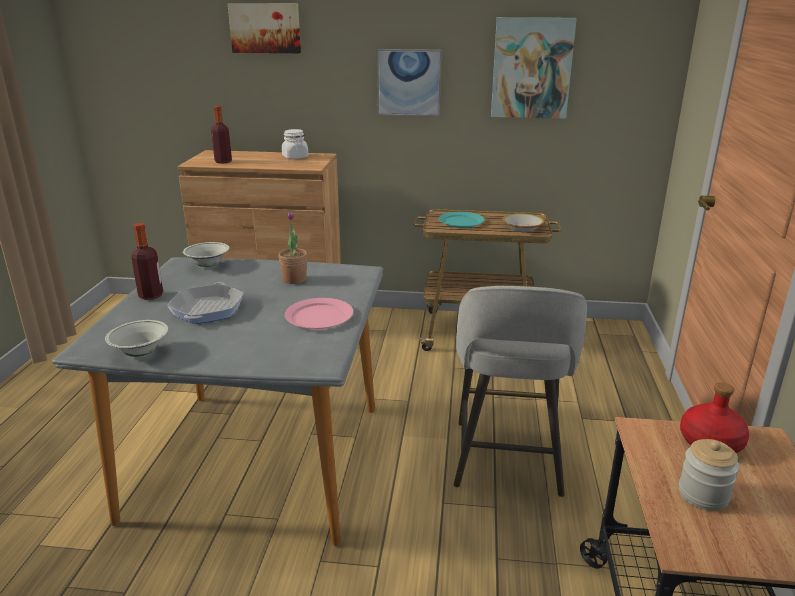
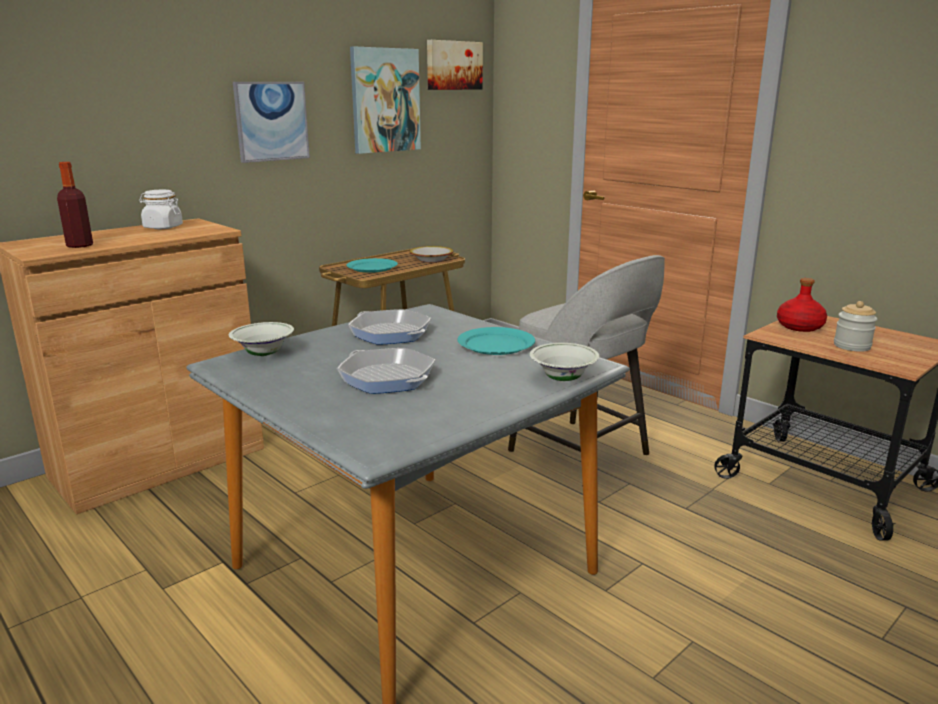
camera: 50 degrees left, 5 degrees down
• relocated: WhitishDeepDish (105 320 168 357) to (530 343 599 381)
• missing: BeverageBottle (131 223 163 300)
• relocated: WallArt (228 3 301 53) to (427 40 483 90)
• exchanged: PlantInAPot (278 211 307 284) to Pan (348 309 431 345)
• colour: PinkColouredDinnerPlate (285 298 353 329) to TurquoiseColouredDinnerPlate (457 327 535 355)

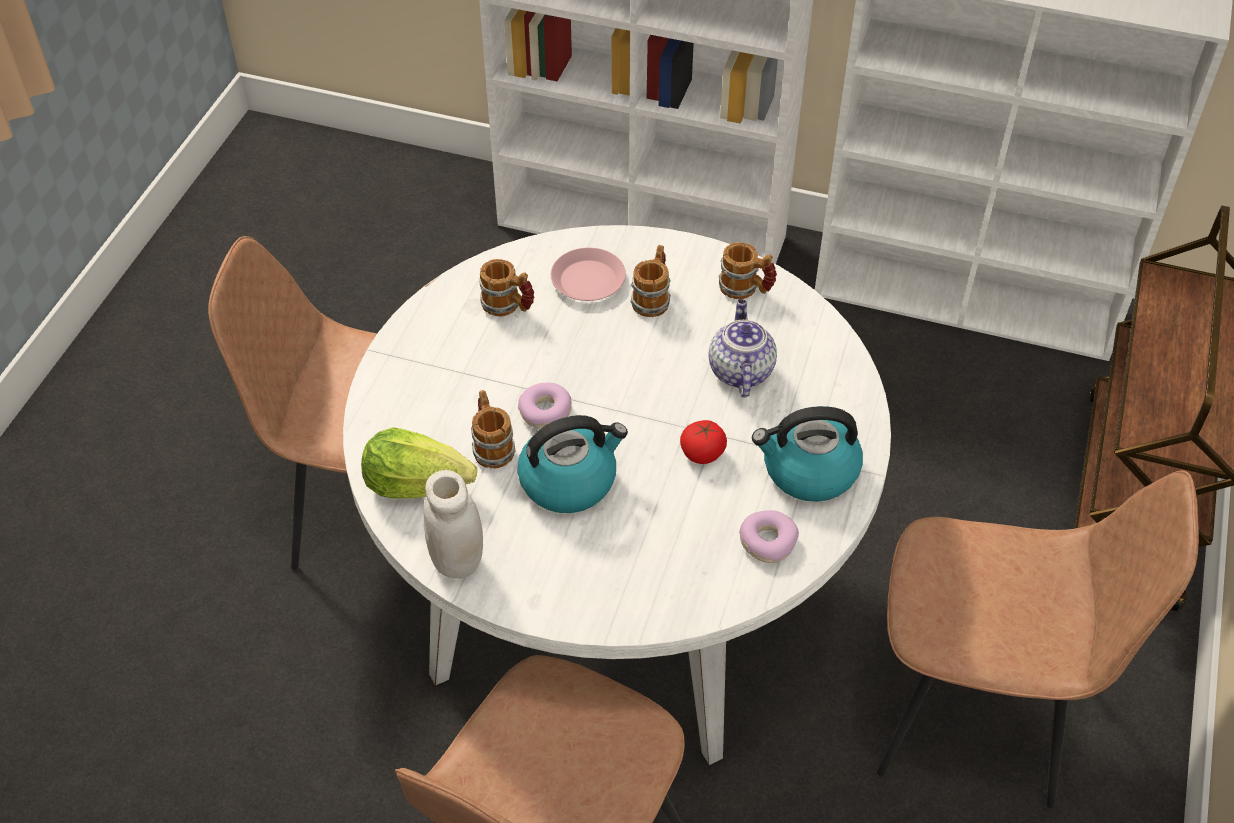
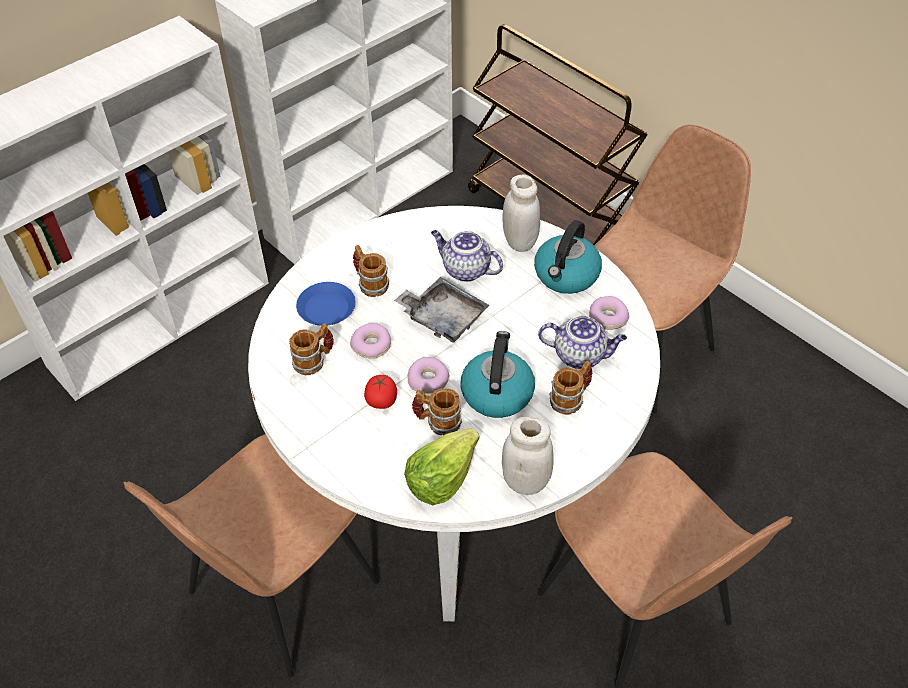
camera: 60 degrees left, 0 degrees up
• colour: PinkColouredDinnerPlate (551 248 626 301) to BlueColouredDinnerPlate (296 282 356 326)
• relocated: FreshTomato (680 420 727 464) to (364 375 397 409)
• relocated: TeaMug (719 242 777 299) to (550 361 592 415)
• appeared: Doughnut (350 323 391 359)
• appeared: GrayServingTray (394 277 490 343)
• appeared: WhitishStorageJar (503 175 540 252)
• appeared: Teapot (538 316 627 369)

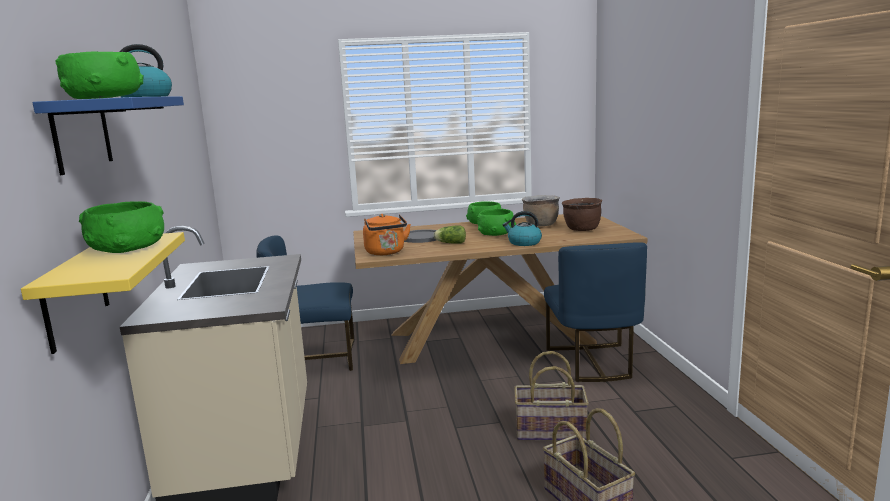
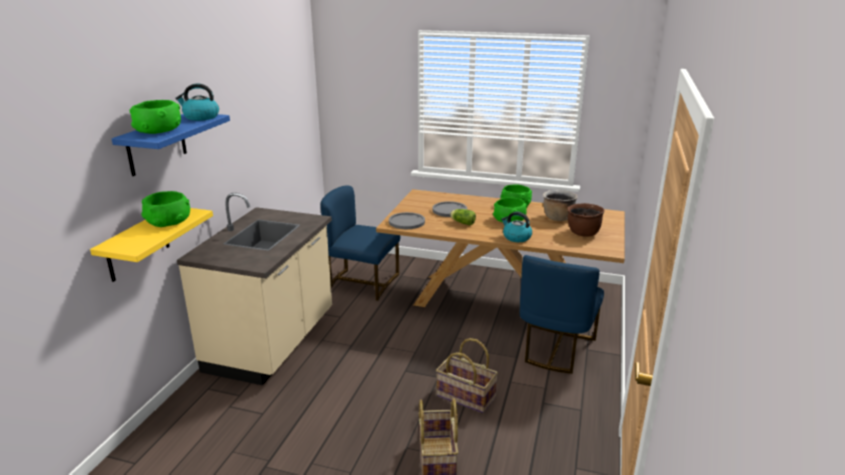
camera: 25 degrees right, 10 degrees up
• exchanged: OrangeKettle (363 214 411 255) to GrayDinnerPlate (389 212 425 229)

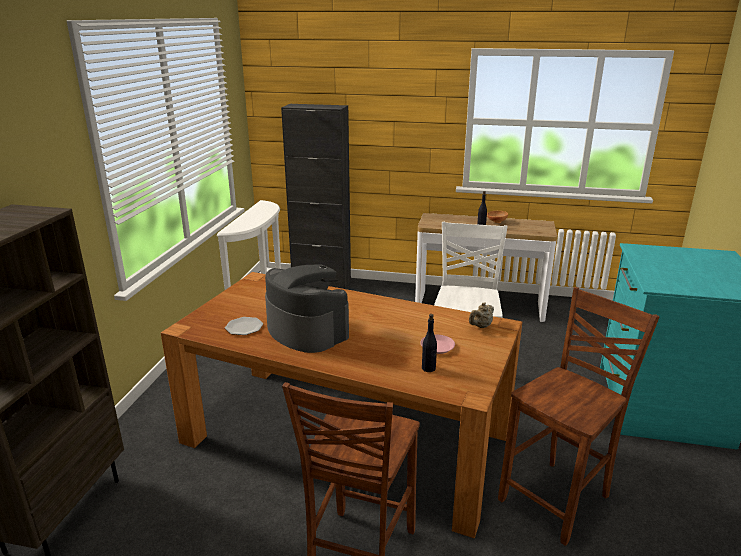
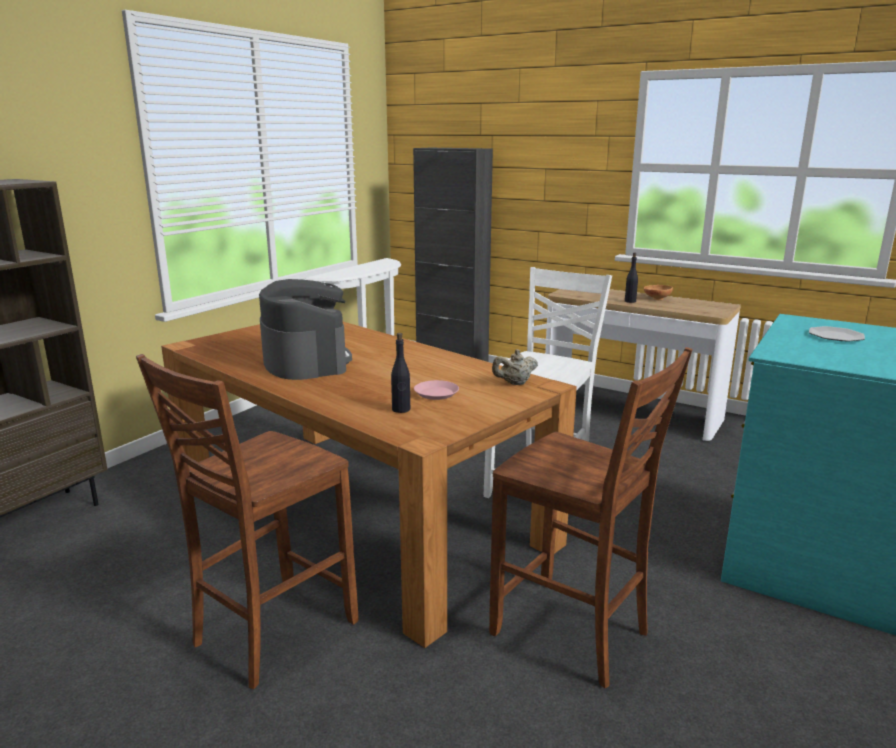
camera: 20 degrees right, 5 degrees down
• relocated: DinnerPlate (225 317 263 335) to (809 326 865 342)
• spun: BrownishPlainChair (498 287 660 546) = (489 347 693 688) 60 degrees clockwise

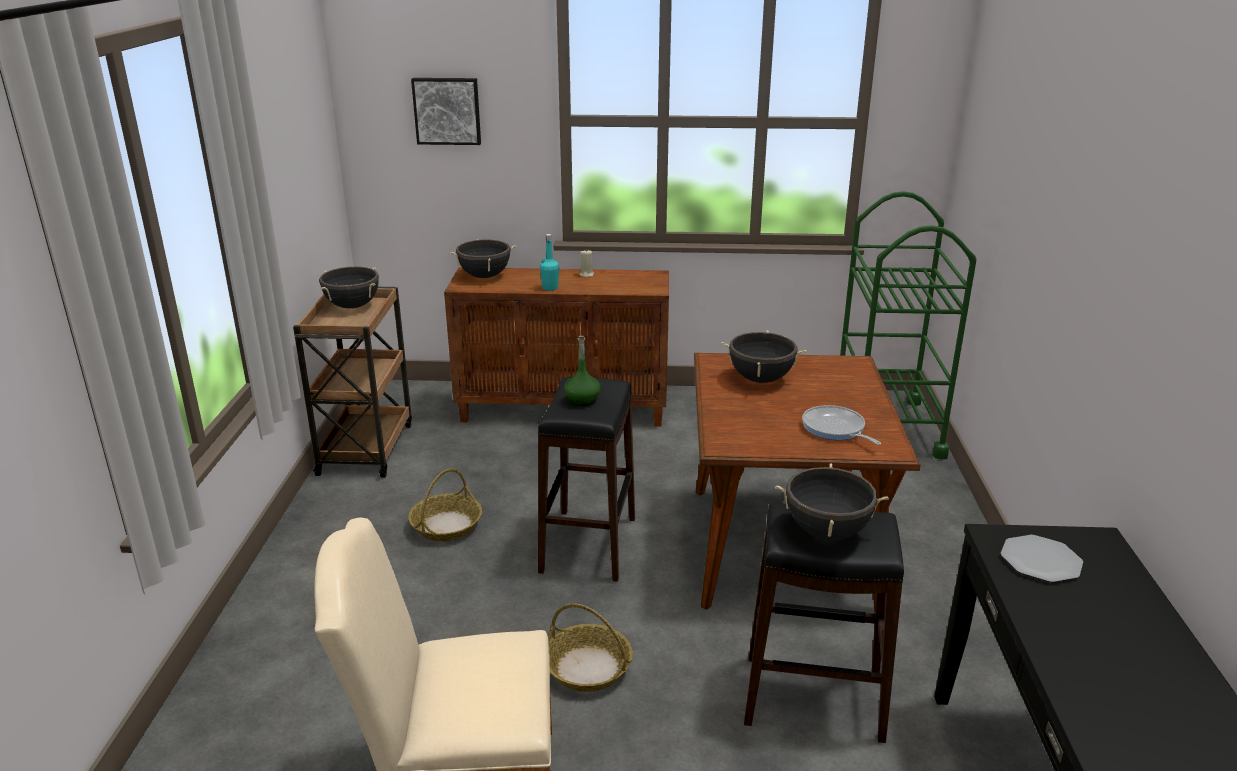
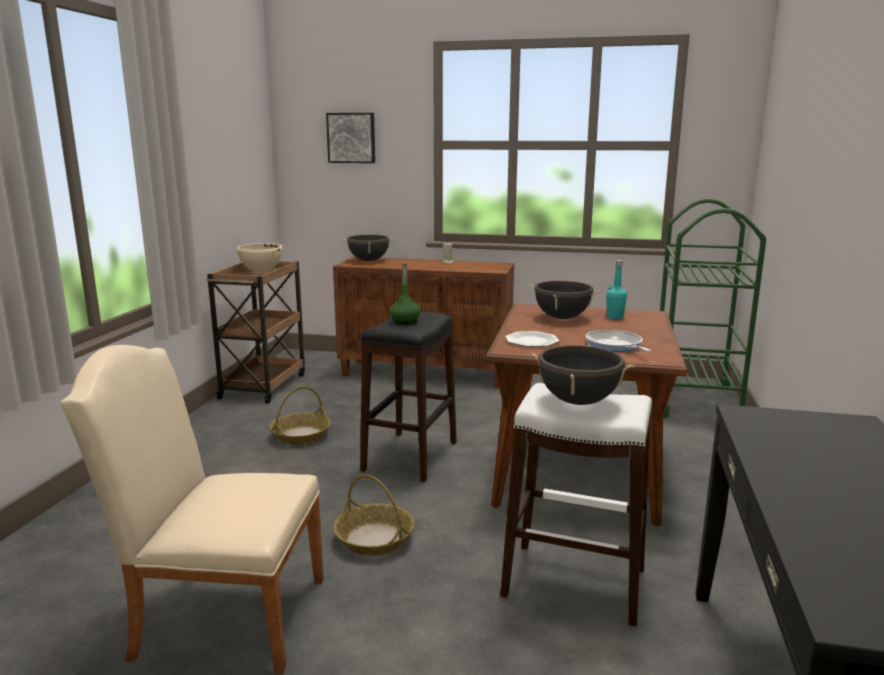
camera: 10 degrees right, 10 degrees down
• colour: BlackishCookingPot (319 267 379 309) to SandColouredCookingPot (235 243 283 272)
• relocated: TurquoiseColouredBeverageBottle (540 234 559 291) to (606 260 627 319)
• colour: BlackishSittingStool (744 502 904 743) to WhitishSittingStool (500 383 652 626)
• relocated: DinnerPlate (1001 535 1083 582) to (505 331 559 347)

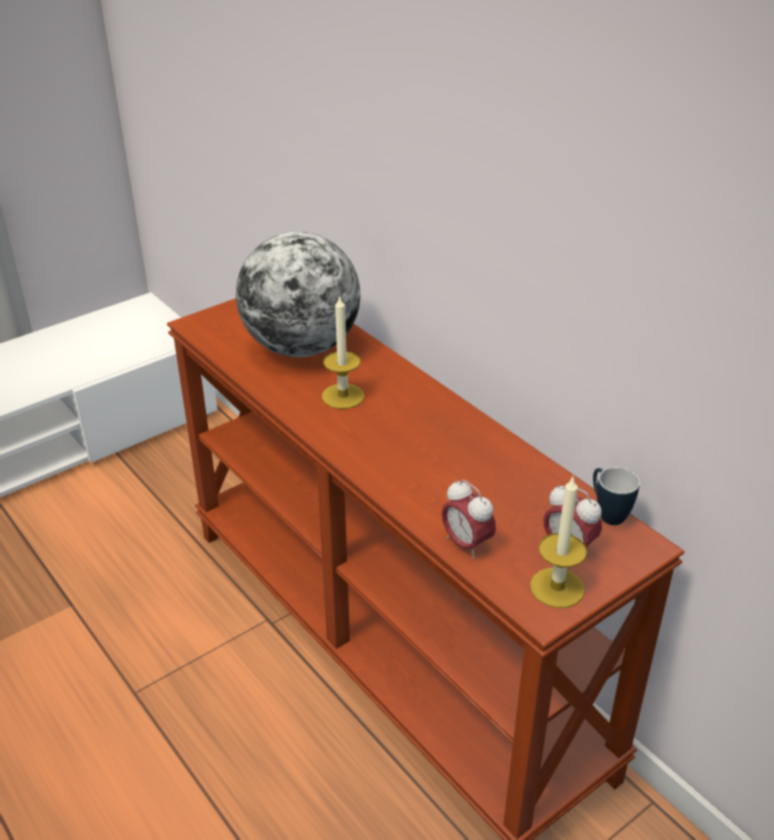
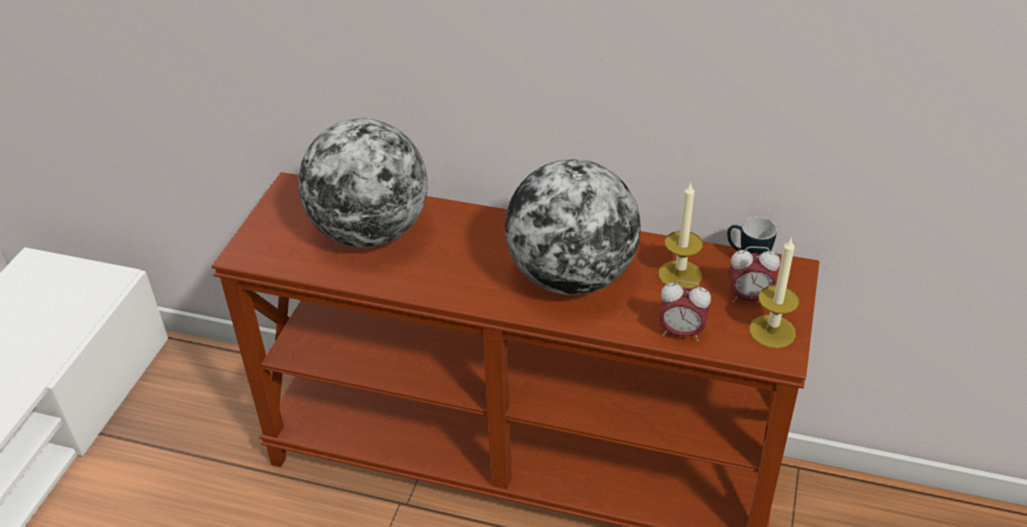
camera: 35 degrees left, 5 degrees up
• relocated: WaxLight (322 295 365 409) to (659 181 703 289)
• appeared: Globe (505 159 641 295)

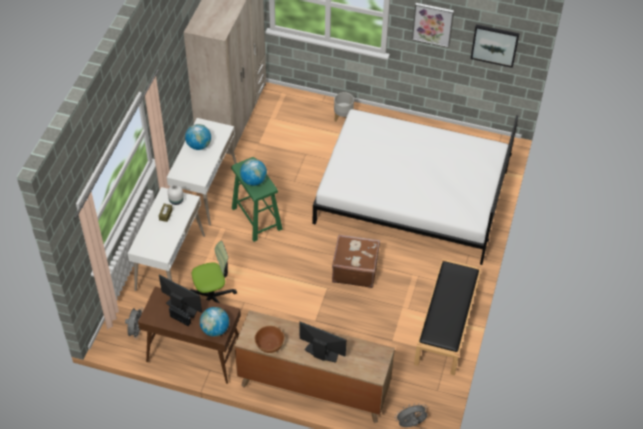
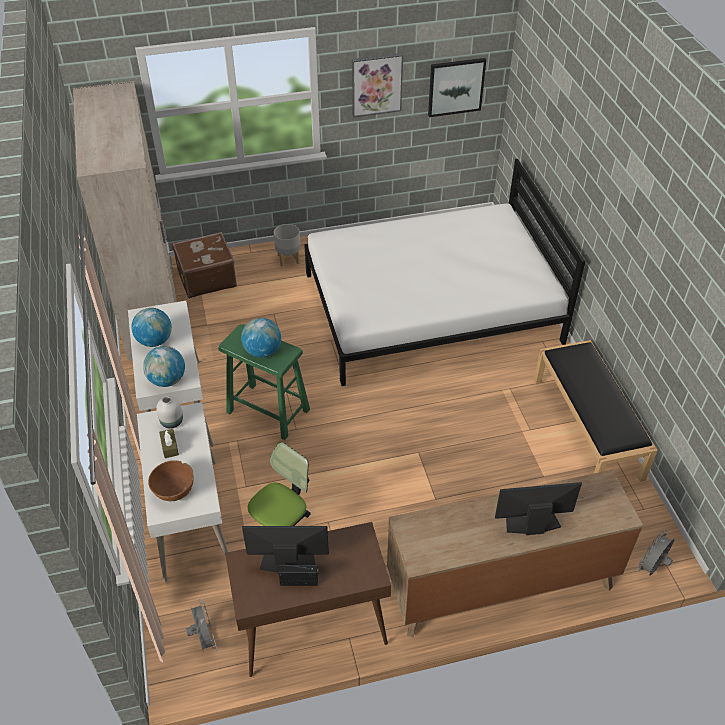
camera: 30 degrees left, 5 degrees down
• relocated: Globe (200 307 229 337) to (143 346 185 387)
• relocated: BrownishDeepDish (255 326 285 353) to (148 460 194 501)
• relocated: BrownishSuitcase (332 234 380 288) to (172 232 237 298)

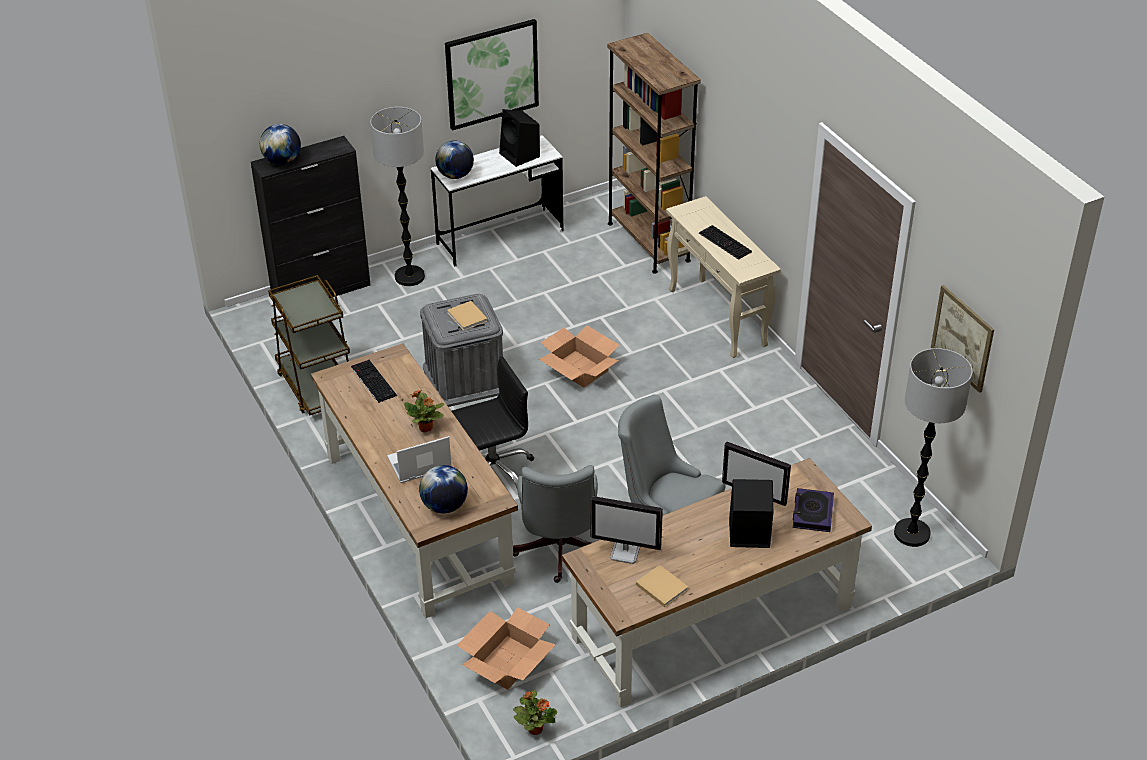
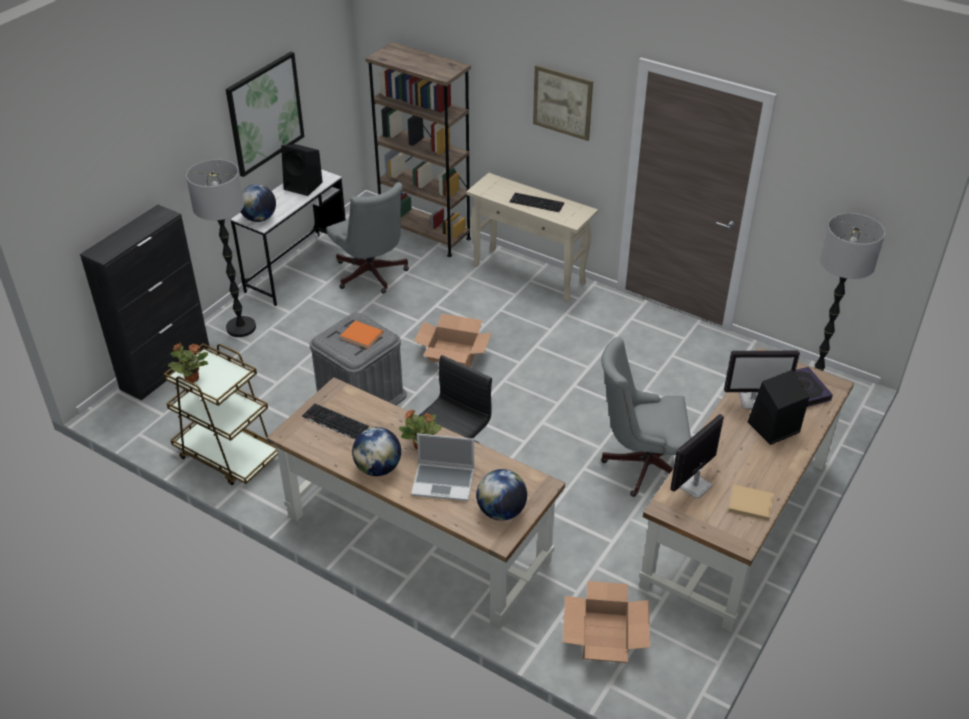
camera: 30 degrees left, 0 degrees up
• relocated: Globe (260 124 301 165) to (352 427 401 476)
• spun: Laptop (387 436 451 483) = (411 433 474 501) 120 degrees counterclockwise
• colour: SandColouredBook (447 301 488 331) to OrangeBook (340 321 383 349)
• relocated: GrayDeskChair (513 465 598 583) to (326 182 409 294)
• relocated: PlantInAPot (513 690 558 735) to (168 342 209 383)
• spun: ComputerScreen (590 496 663 564) = (670 414 724 498) 150 degrees clockwise
• relocated: WallArt (931 285 994 393) to (533 65 593 141)

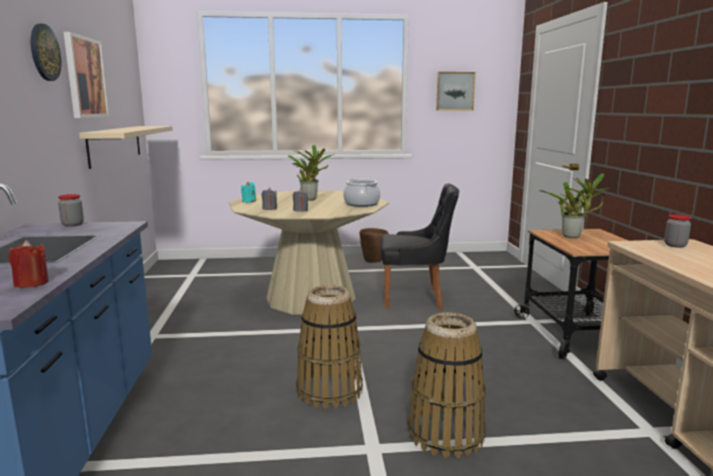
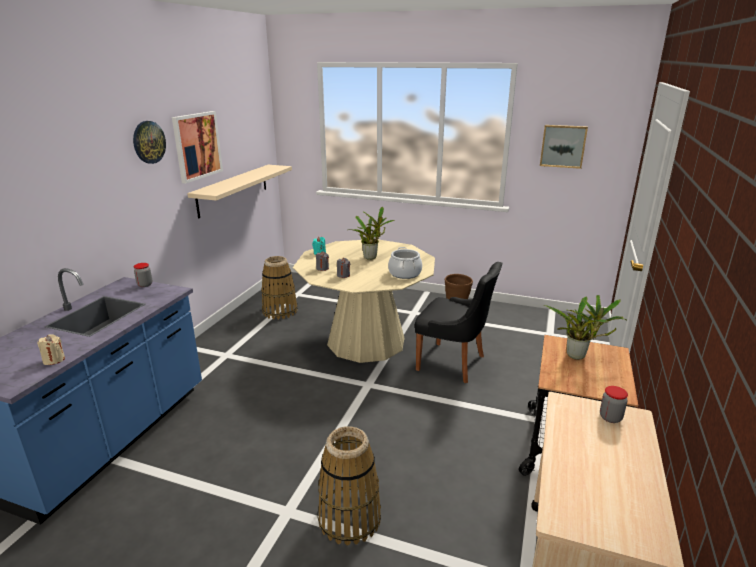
camera: 25 degrees right, 10 degrees up
• colour: ReddishWaxLight (8 240 49 288) to SandColouredWaxLight (37 334 65 365)
• relocated: HouseholdBasket (296 285 363 409) to (261 256 298 320)

